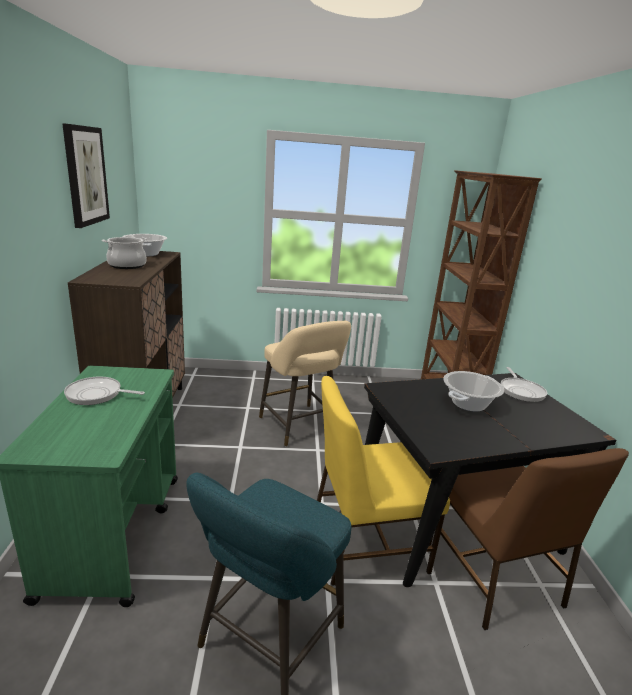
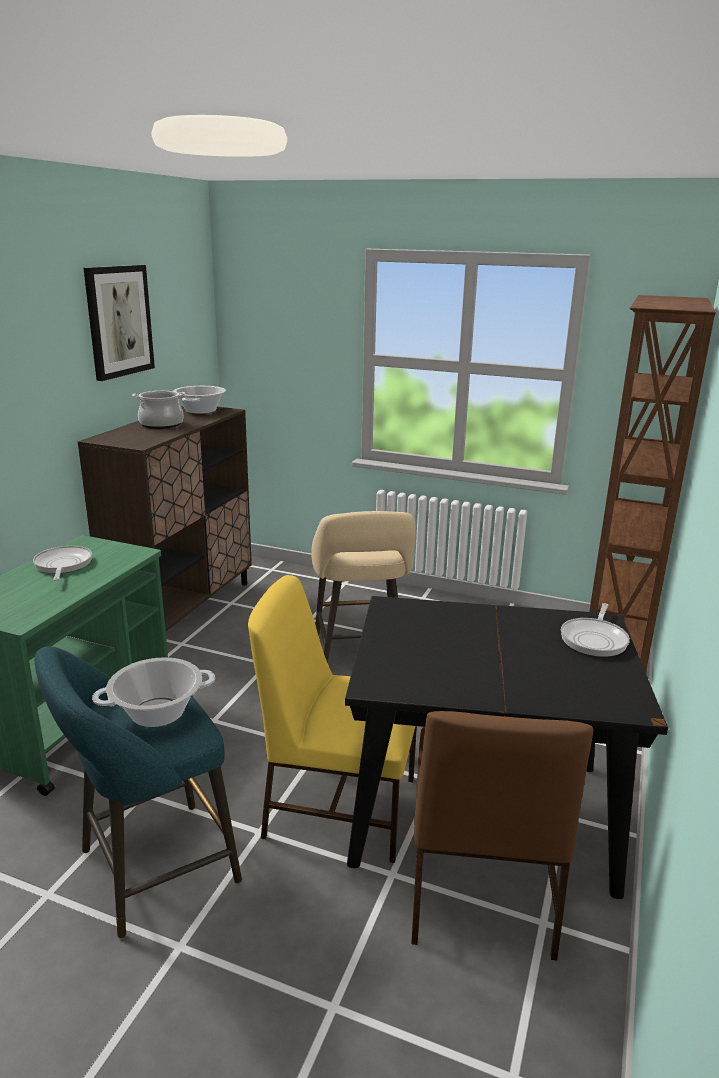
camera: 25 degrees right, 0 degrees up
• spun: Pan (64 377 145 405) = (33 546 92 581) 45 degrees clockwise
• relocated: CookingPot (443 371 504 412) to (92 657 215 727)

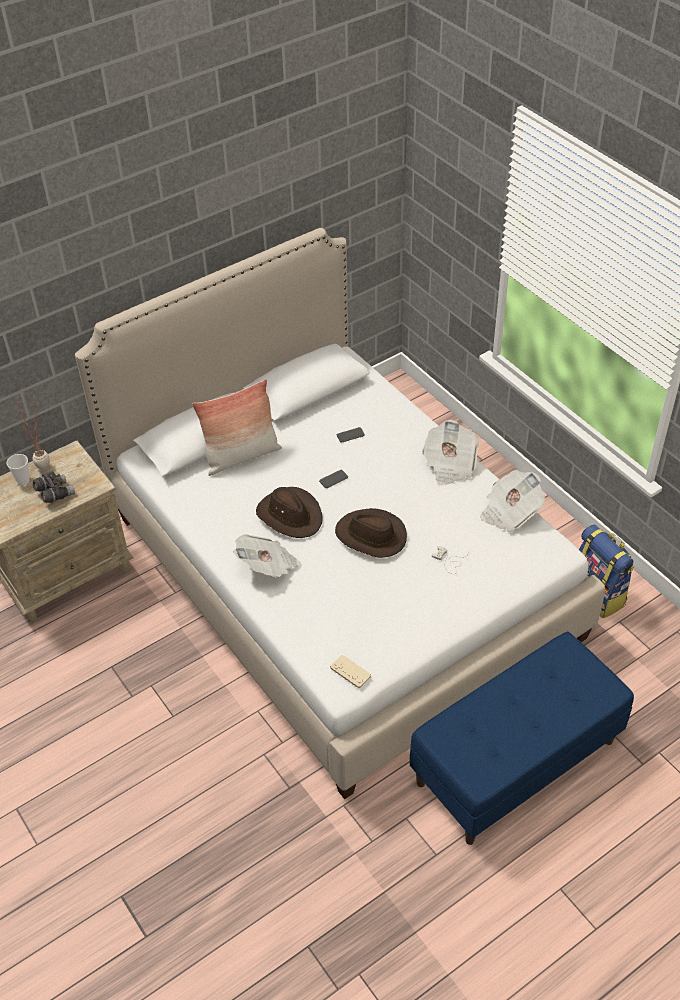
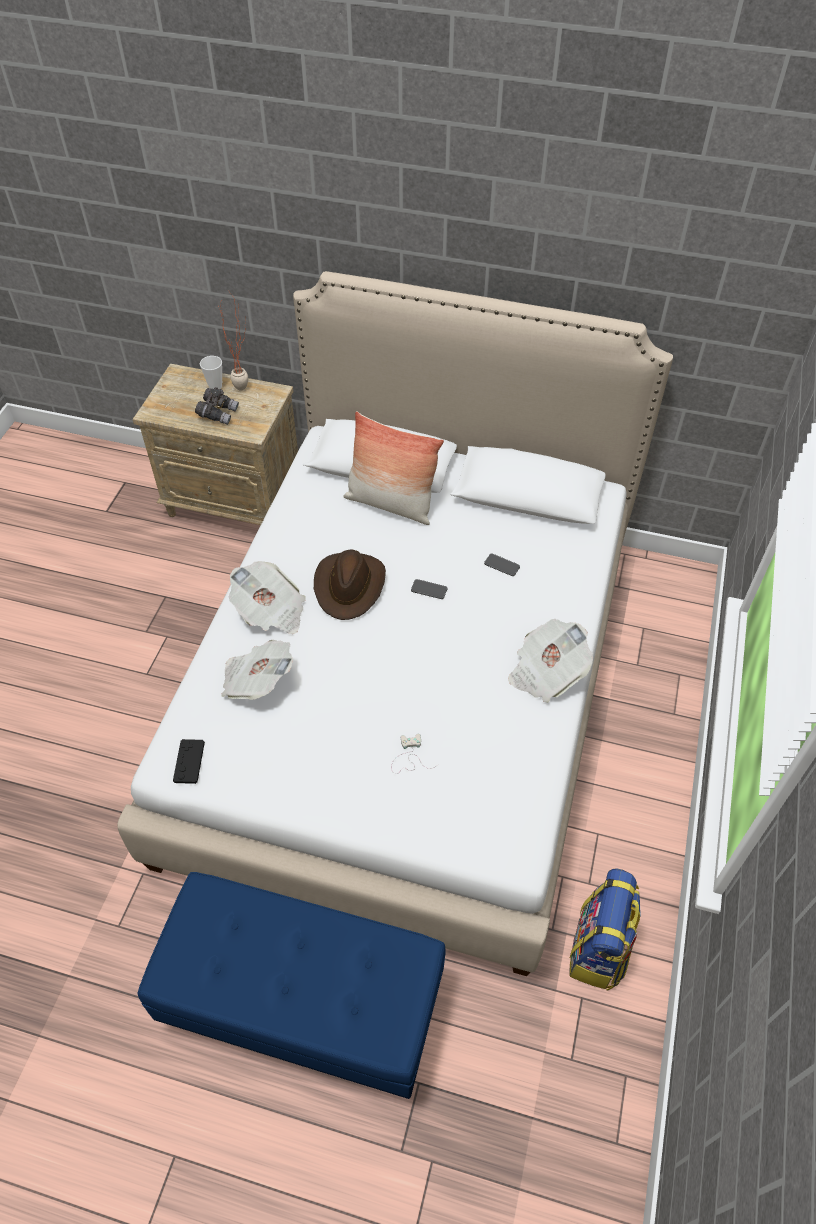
camera: 50 degrees right, 5 degrees up
• colour: SandColouredGameController (330 655 371 688) to BlackishGameController (173 739 205 784)
• missing: BrownishWearableHat (335 508 407 558)
• relocated: Newspaper (480 470 545 532) to (221 640 293 700)

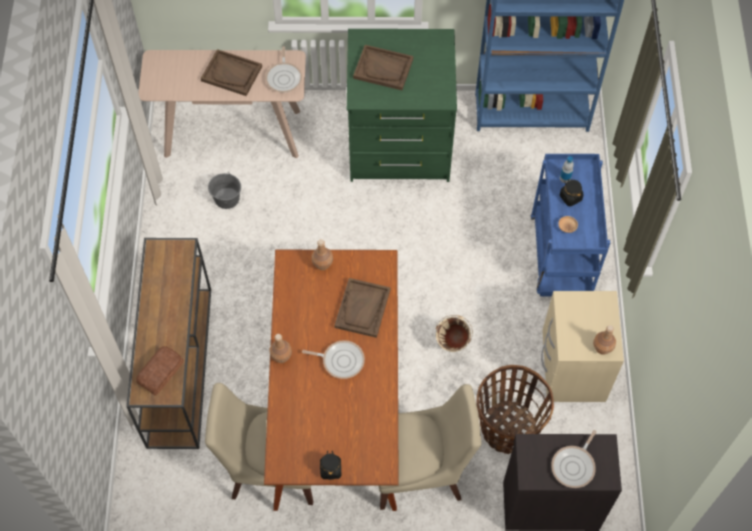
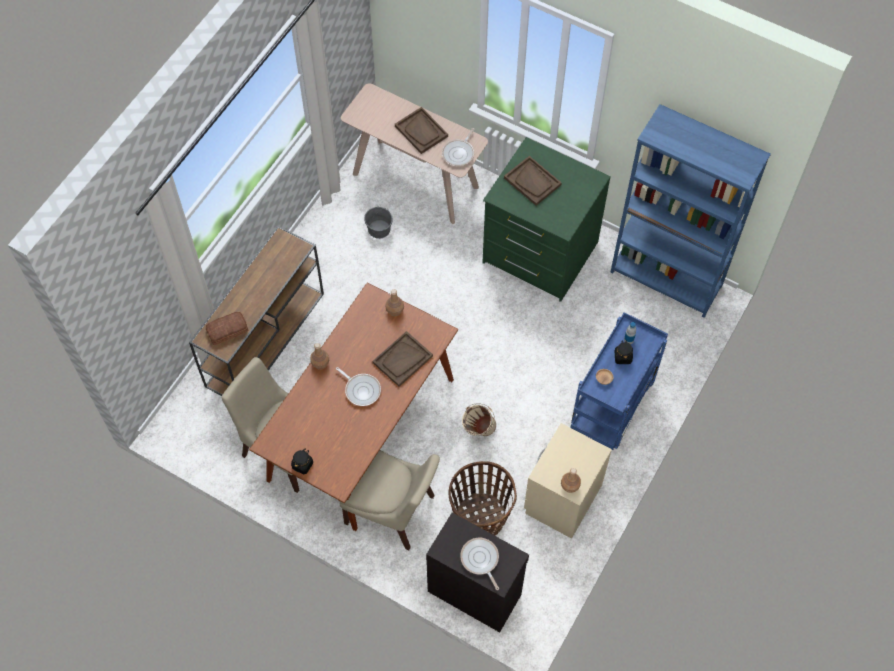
camera: 30 degrees right, 0 degrees up
• spun: Pan (551 430 596 488) = (460 538 499 590) 90 degrees clockwise

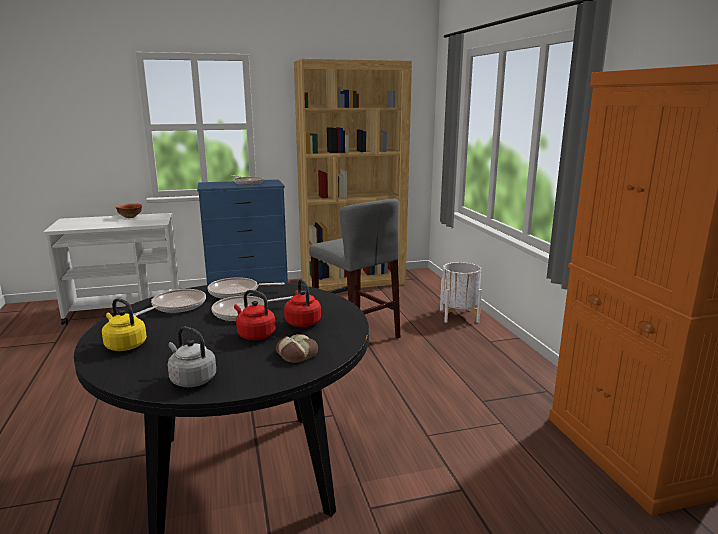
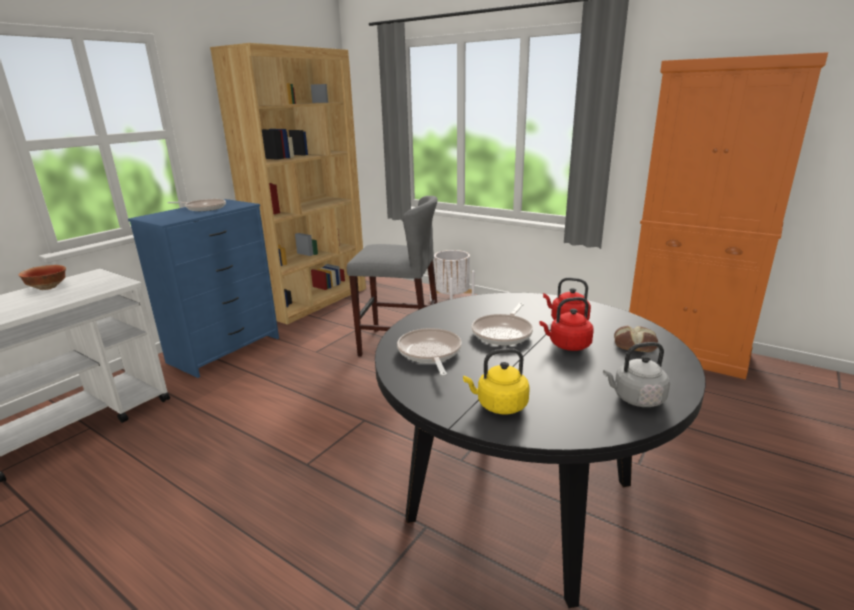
camera: 40 degrees left, 5 degrees up
• missing: Pan (207 277 285 299)

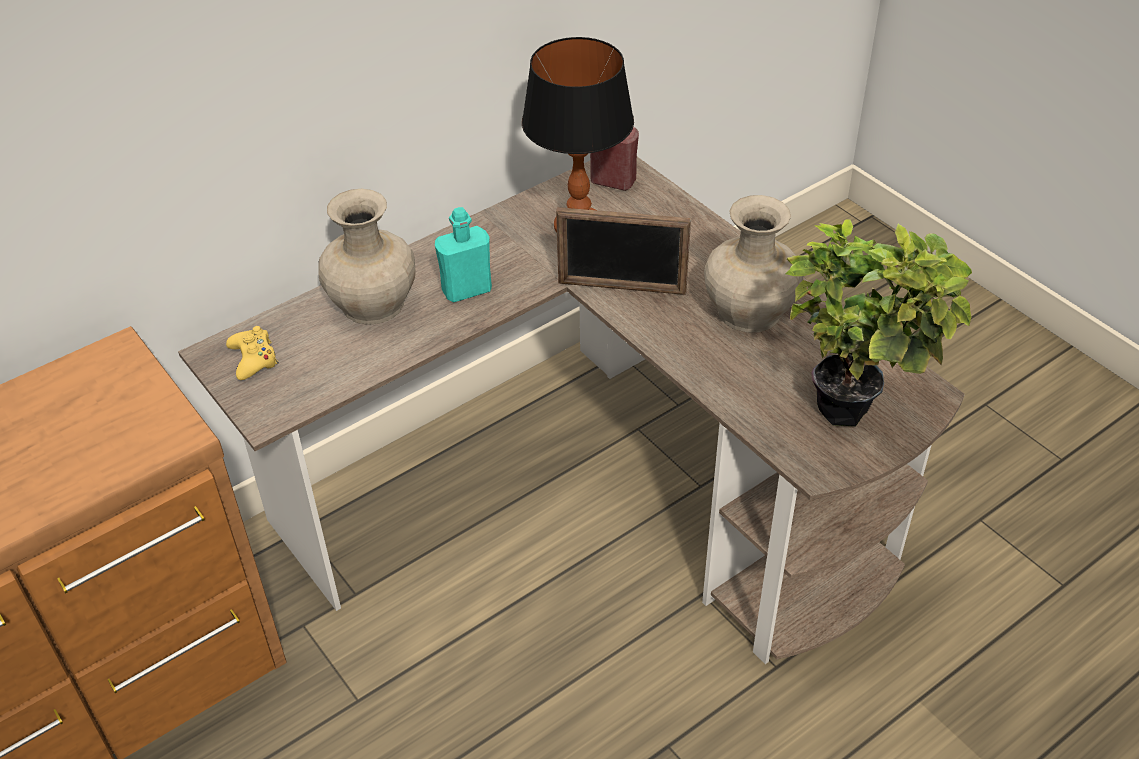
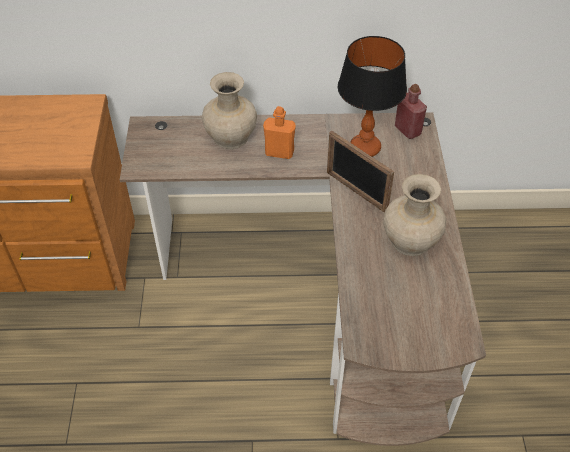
camera: 35 degrees right, 5 degrees up
• missing: YellowishGameController (226 326 279 380)
• colour: TurquoiseColouredBeverageBottle (435 207 492 302) to OrangeBeverageBottle (263 106 296 159)
• missing: PlantInAPot (786 219 972 426)

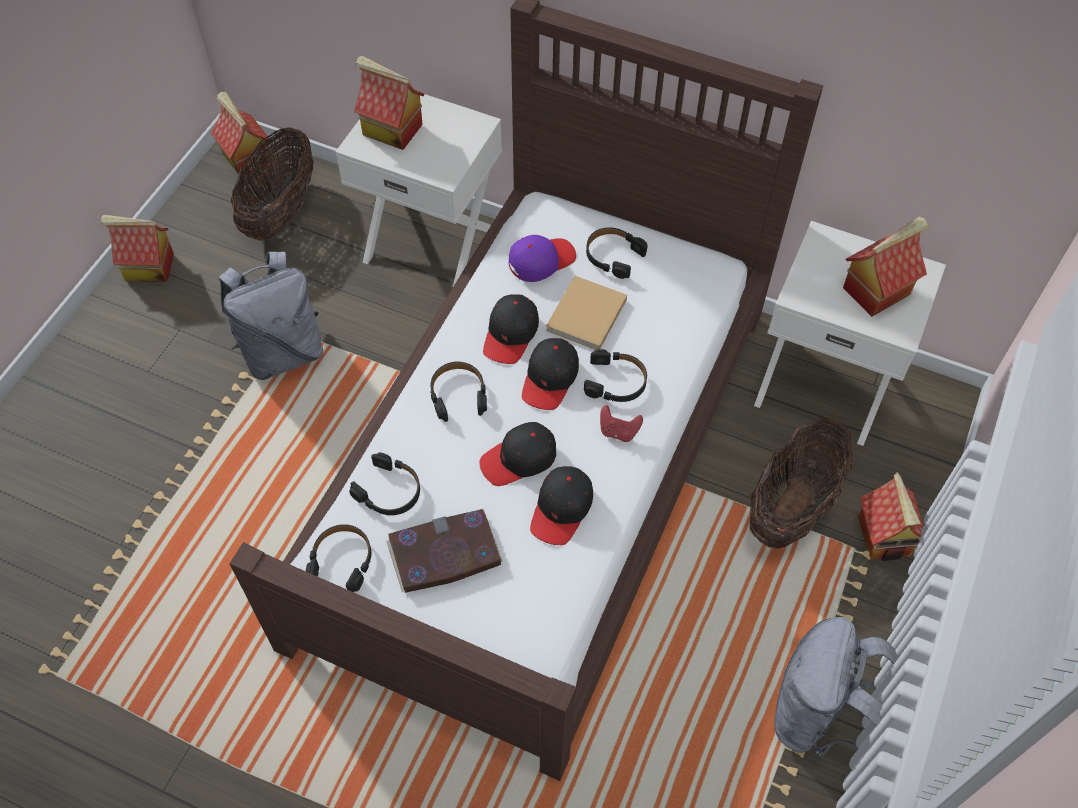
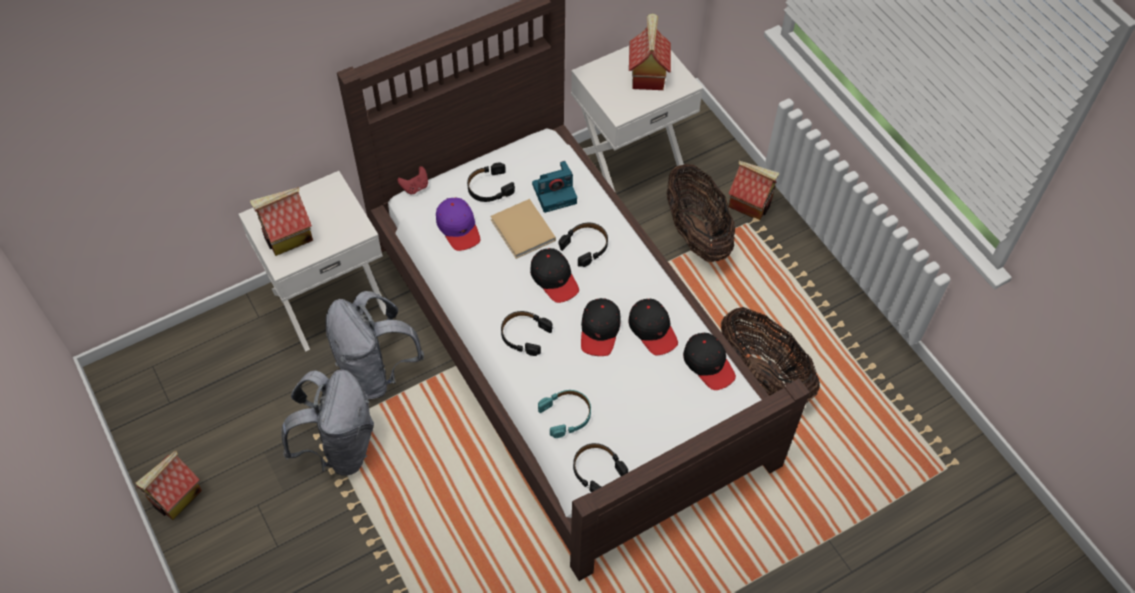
camera: 55 degrees left, 0 degrees up
• missing: ToyHouse (211 92 270 176)
• relocated: HouseholdBasket (231 127 314 241) to (721 307 820 403)
• colour: BlackishHeadset (349 452 420 515) to TurquoiseColouredHeadset (538 390 591 438)
• missing: Book (386 509 503 593)
• relocated: BlackishPeakedCap (483 294 539 364) to (683 333 736 390)
• spun: PurplePeakedCap (509 235 576 282) = (436 197 480 251) 150 degrees clockwise
• relocated: ReddishGameController (600 405 643 442) to (397 166 428 194)
• relocated: GrayRucksack (774 617 897 759) to (325 291 424 399)
• appeared: StillCamera (532 161 577 213)

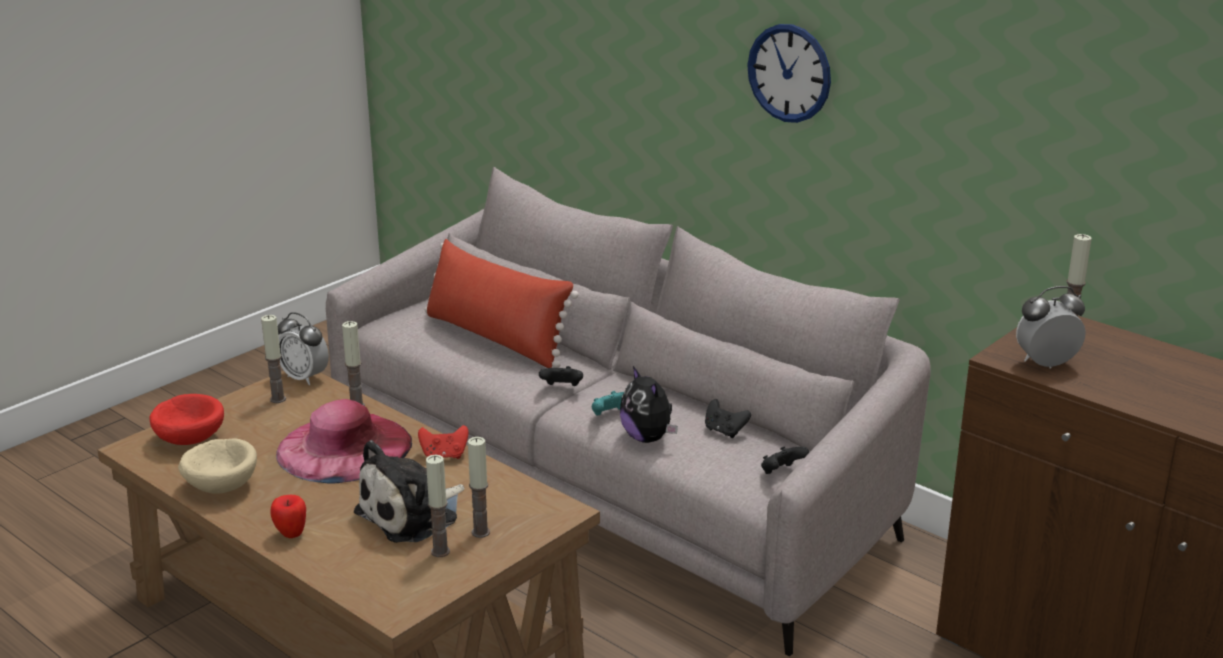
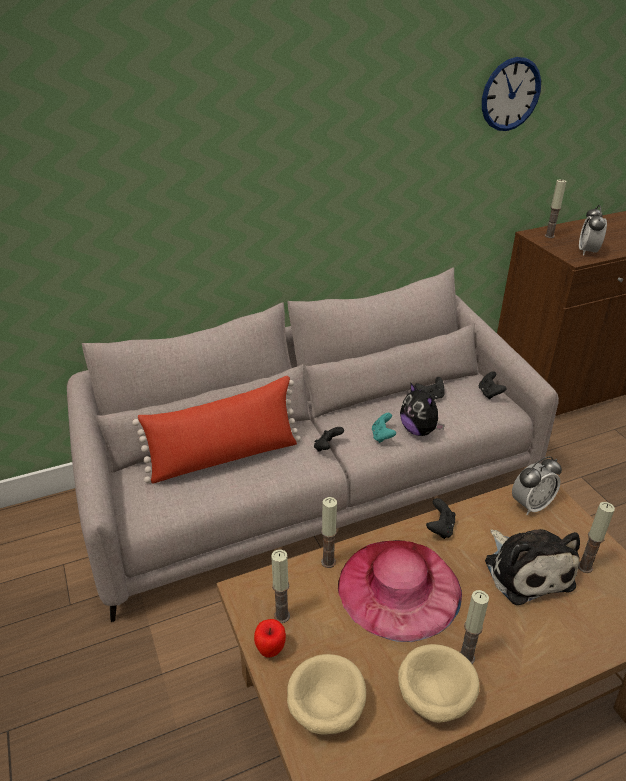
camera: 65 degrees left, 10 degrees up
• colour: ReddishDeepDish (149 394 224 445) to SandColouredDeepDish (287 654 366 735)
• relocated: WholeApple (270 495 306 538) to (254 619 286 658)
• relocated: TableClock (277 312 329 385) to (512 456 562 515)
• colour: ReddishGameController (418 425 468 459) to BlackishGameController (426 498 455 539)
• relocated: WaxLight (468 437 490 538) to (460 590 489 664)
• spun: PlushToy (620 366 678 443) = (400 383 445 436) 60 degrees clockwise
• relocated: HangingClock (747 24 831 123) to (482 57 541 131)

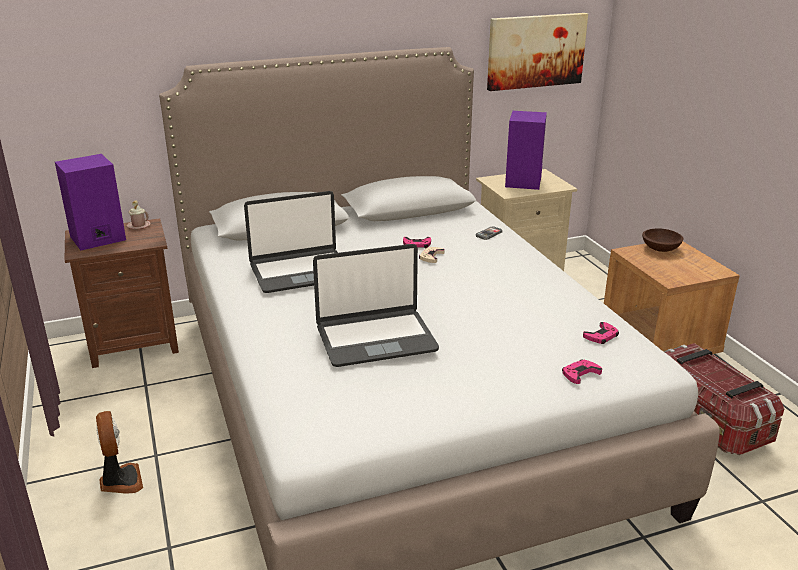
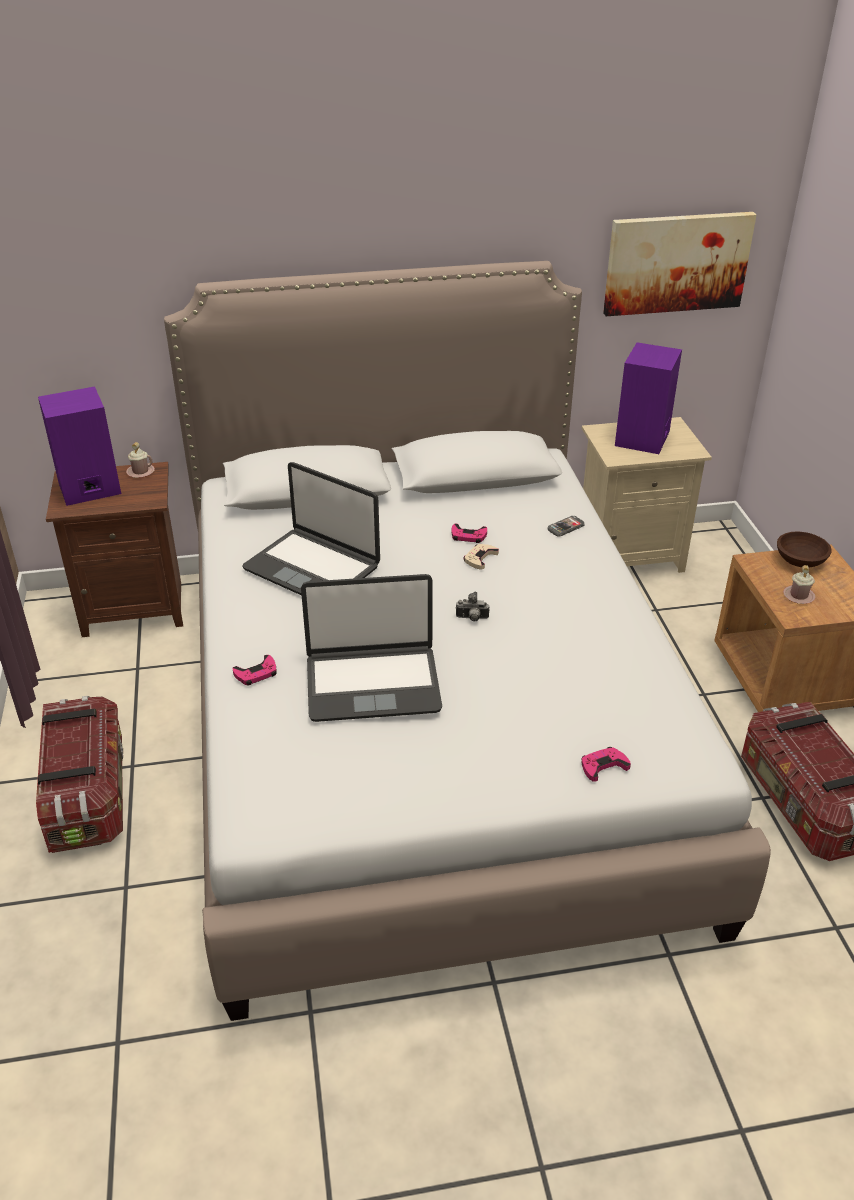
camera: 10 degrees right, 10 degrees up
• exchanged: CoolingFan (96 411 143 494) to StorageBin (36 696 123 853)
• spun: Laptop (244 191 338 293) = (242 462 380 596) 45 degrees clockwise
• relocated: PinkColouredGameController (583 322 619 344) to (233 655 277 685)
• appeared: StillCamera (456 592 489 621)
• appeared: PinkColouredTeaMug (783 565 815 604)

